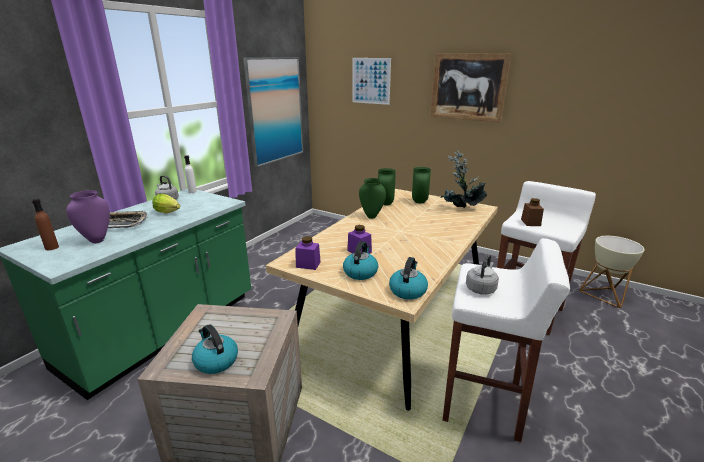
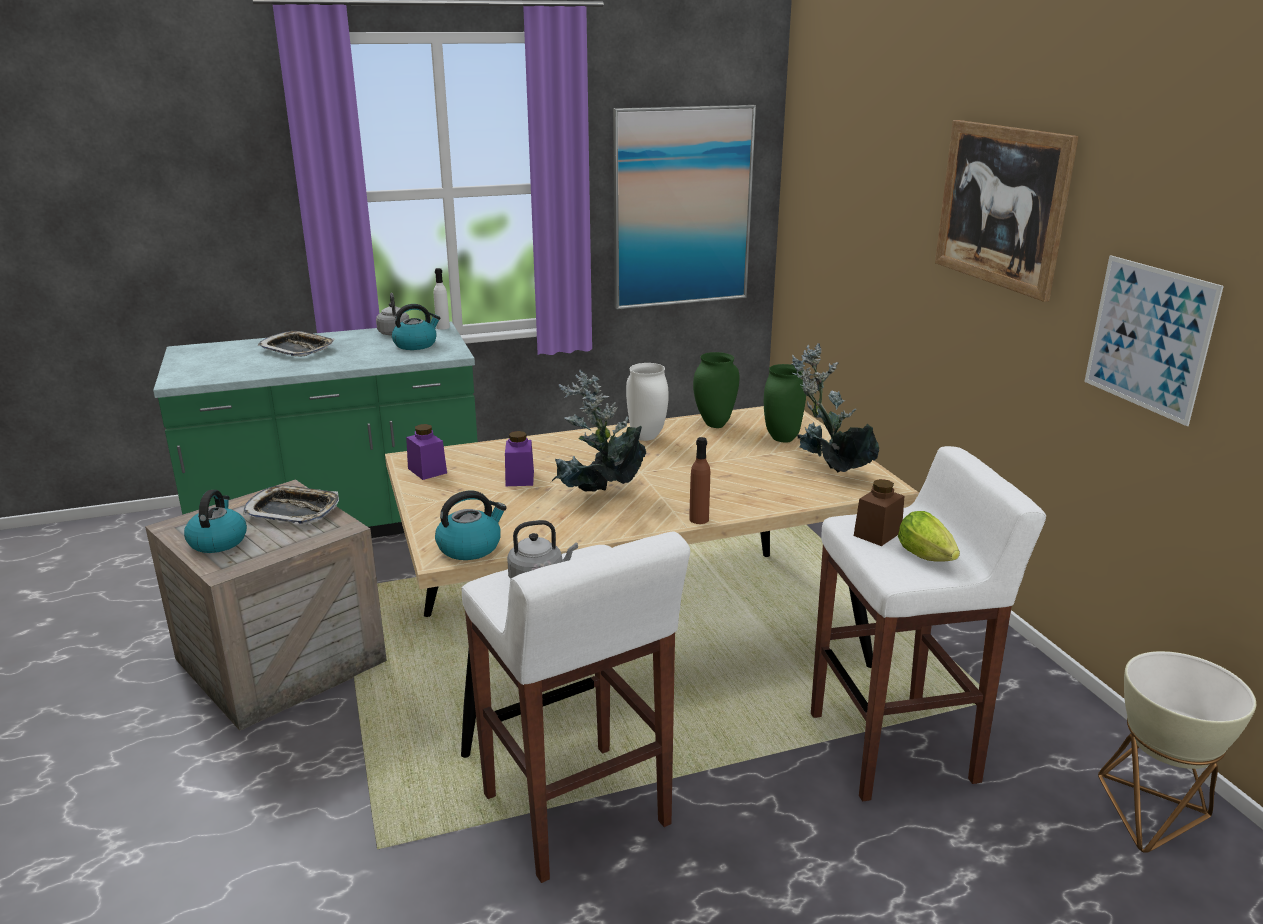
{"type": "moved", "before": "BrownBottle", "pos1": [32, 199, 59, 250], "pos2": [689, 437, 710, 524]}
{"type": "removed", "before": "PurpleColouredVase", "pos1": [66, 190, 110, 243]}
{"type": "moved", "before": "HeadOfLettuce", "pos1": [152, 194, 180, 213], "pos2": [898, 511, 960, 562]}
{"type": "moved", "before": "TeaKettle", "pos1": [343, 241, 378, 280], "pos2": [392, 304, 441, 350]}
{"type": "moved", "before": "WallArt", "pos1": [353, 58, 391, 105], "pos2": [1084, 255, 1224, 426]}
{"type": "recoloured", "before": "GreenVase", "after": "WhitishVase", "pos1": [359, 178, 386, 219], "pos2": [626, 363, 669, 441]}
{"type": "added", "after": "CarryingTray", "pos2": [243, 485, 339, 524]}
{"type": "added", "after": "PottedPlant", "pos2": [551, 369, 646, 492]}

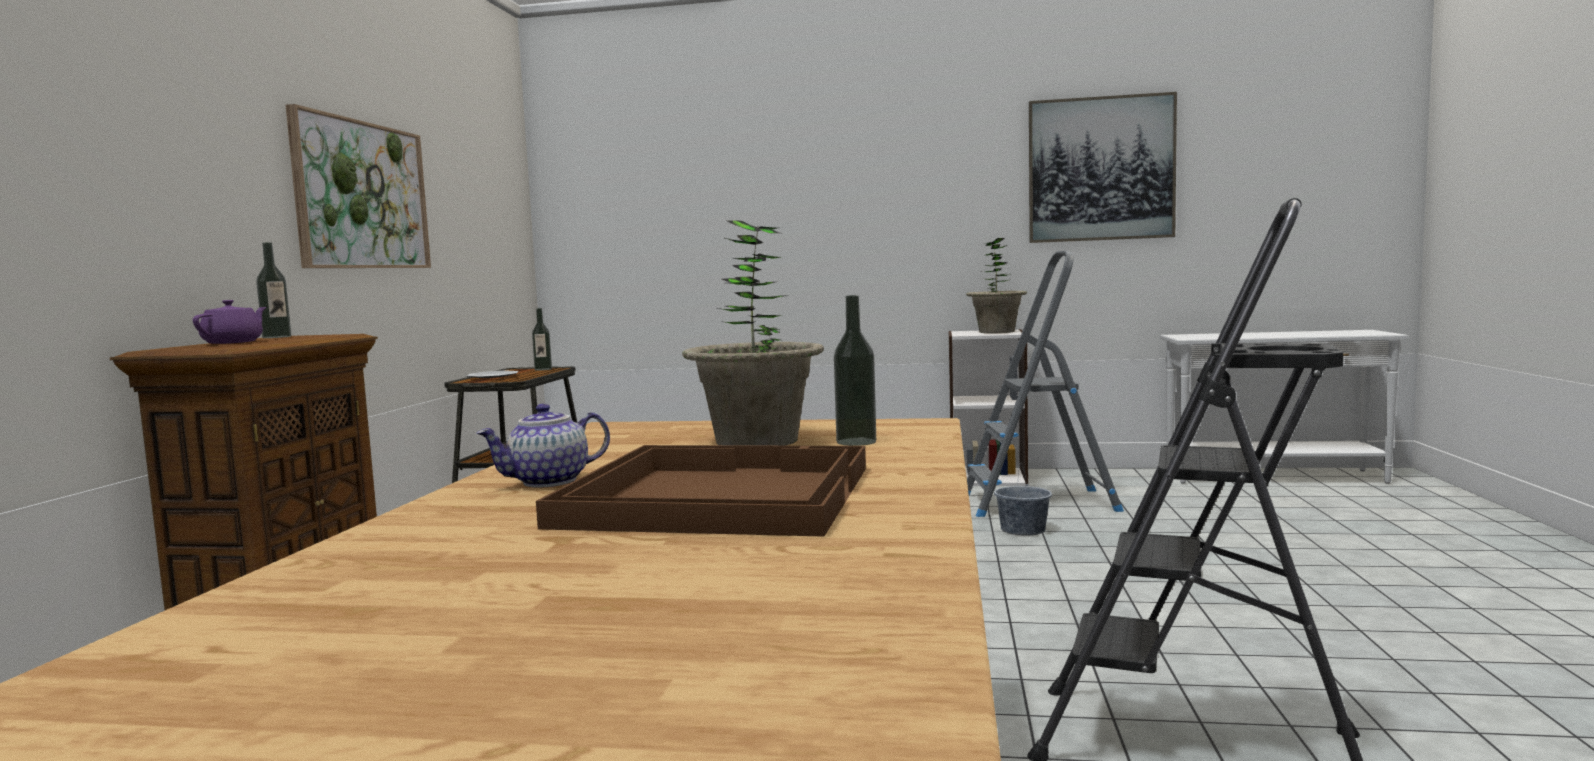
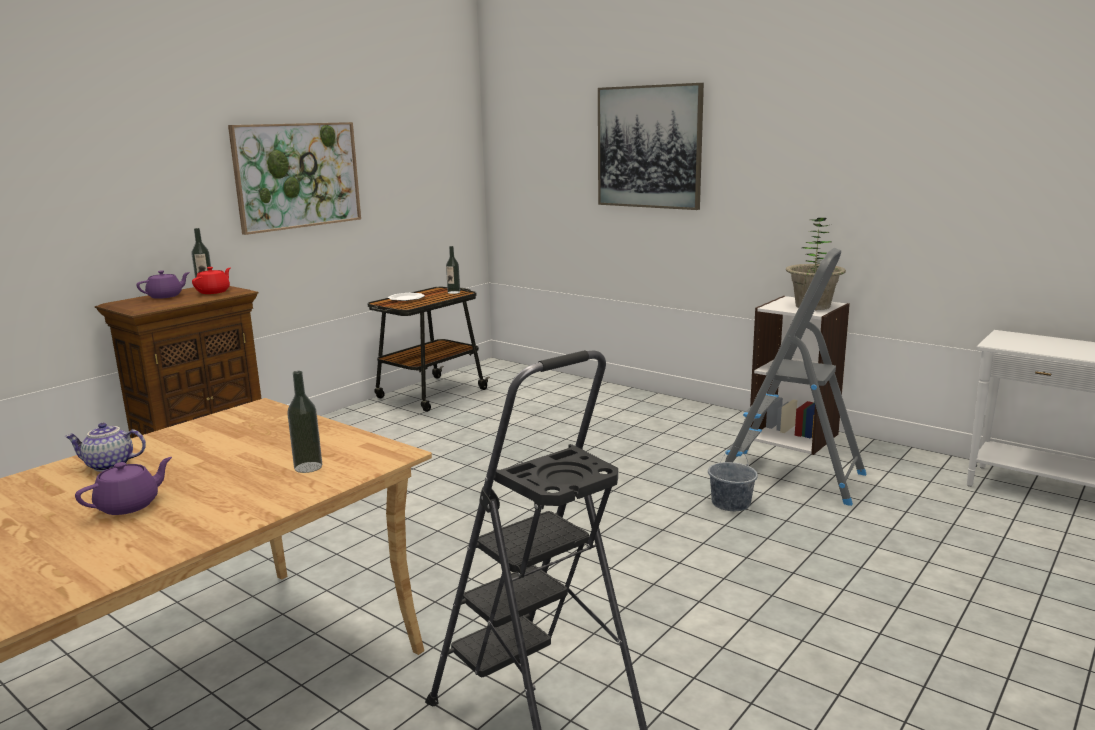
{"type": "replaced", "before": "BrownCarryingTray", "after": "PurpleColouredTeapot", "pos1": [536, 445, 866, 537], "pos2": [75, 457, 172, 515]}
{"type": "removed", "before": "PottedPlant", "pos1": [682, 220, 824, 446]}
{"type": "moved", "before": "WallArt", "pos1": [1029, 92, 1177, 243], "pos2": [598, 83, 704, 210]}
{"type": "added", "after": "ReddishTeapot", "pos2": [192, 267, 230, 294]}

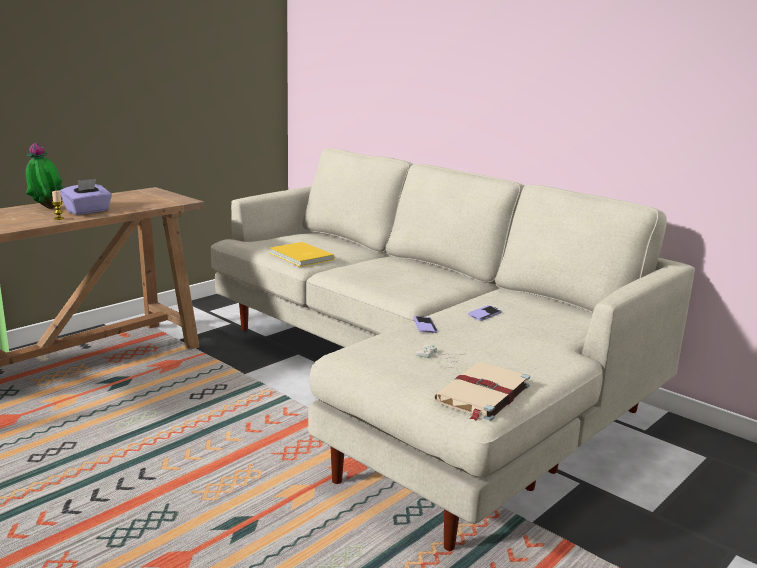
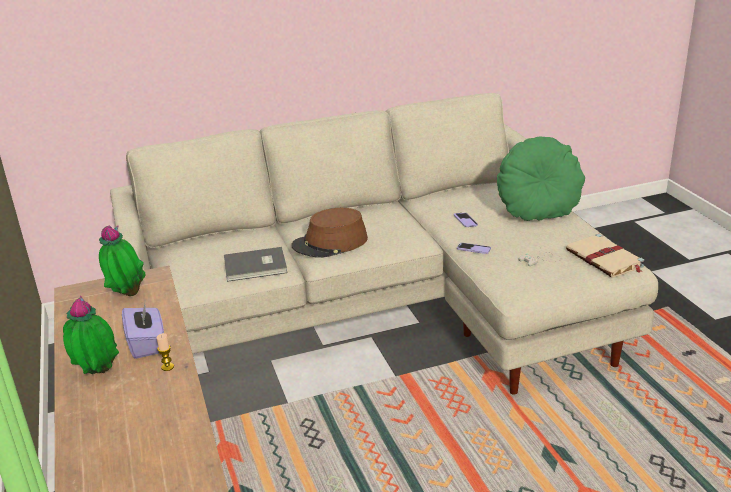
{"type": "recoloured", "before": "YellowishVolume", "after": "GreyishVolume", "pos1": [270, 242, 334, 267], "pos2": [224, 247, 287, 282]}
{"type": "added", "after": "PottedPlant", "pos2": [99, 225, 146, 296]}
{"type": "added", "after": "BrownClothingHat", "pos2": [292, 208, 368, 258]}
{"type": "added", "after": "GreenPillow", "pos2": [497, 137, 585, 221]}

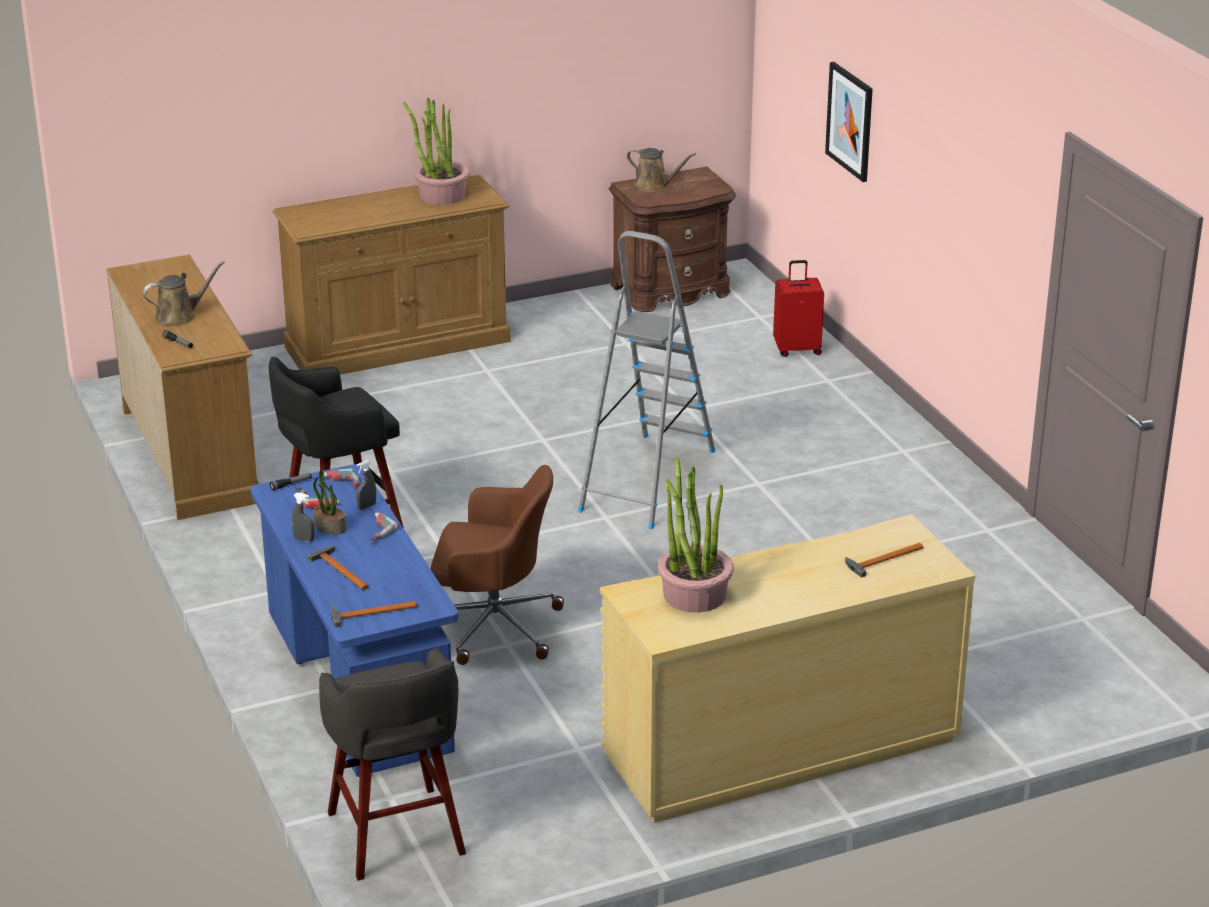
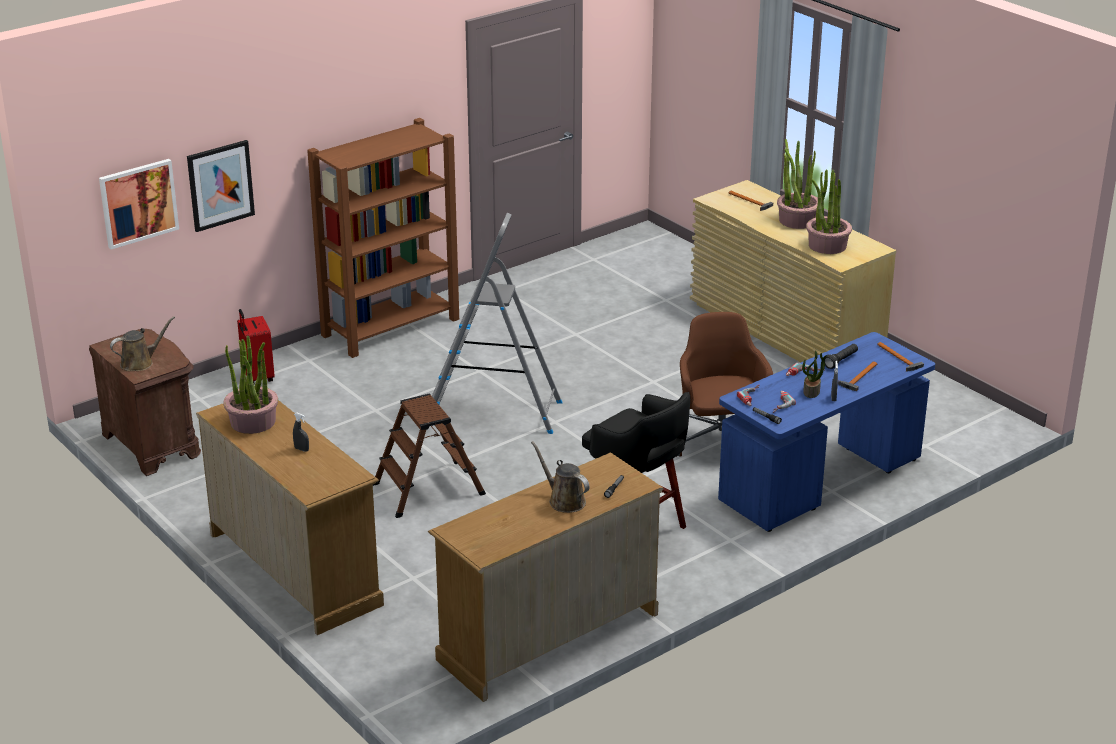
{"type": "removed", "before": "GreyishStool", "pos1": [319, 648, 466, 881]}
{"type": "moved", "before": "GreyishSprayBottle", "pos1": [356, 460, 376, 510], "pos2": [293, 413, 309, 452]}
{"type": "turned", "before": "BrownWateringPot", "pos1": [627, 148, 696, 192], "pos2": [110, 316, 175, 371], "turn": 45}
{"type": "added", "after": "WallArt", "pos2": [99, 159, 179, 249]}
{"type": "added", "after": "BrownShelvingUnit", "pos2": [307, 118, 459, 358]}
{"type": "added", "after": "BrownStepLadder", "pos2": [373, 393, 486, 518]}
{"type": "added", "after": "PottedPlant", "pos2": [777, 139, 818, 229]}
{"type": "added", "after": "BlackishFlashlight", "pos2": [824, 344, 858, 369]}

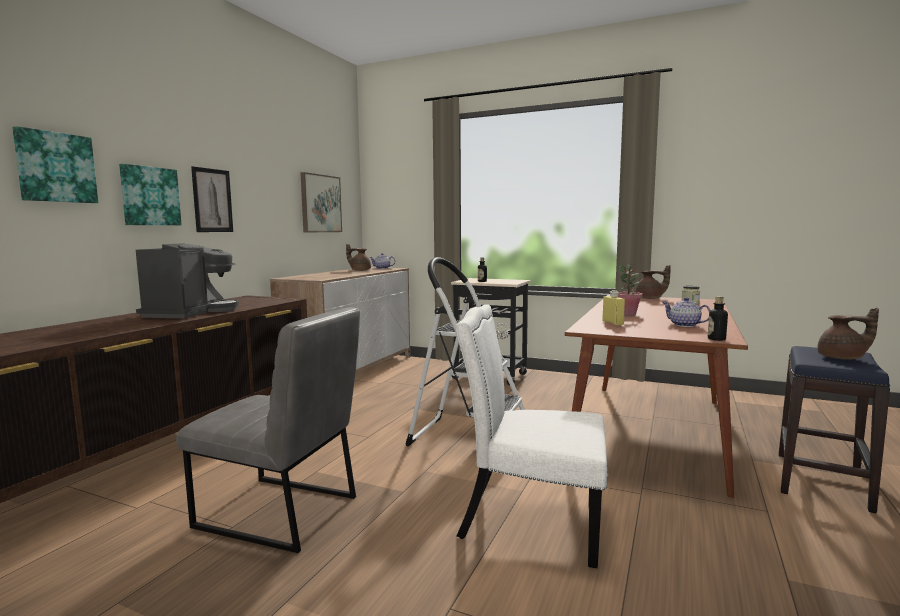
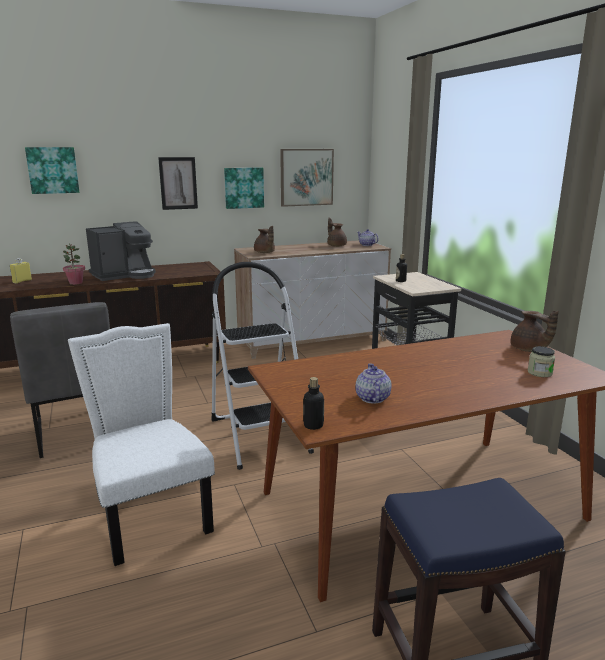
{"type": "moved", "before": "WallArt", "pos1": [119, 164, 182, 225], "pos2": [224, 167, 264, 209]}
{"type": "moved", "before": "YellowishBottle", "pos1": [602, 290, 625, 325], "pos2": [10, 258, 32, 283]}
{"type": "moved", "before": "PottedPlant", "pos1": [618, 264, 643, 315], "pos2": [63, 244, 85, 285]}
{"type": "moved", "before": "BrownTeapot", "pos1": [817, 308, 879, 360], "pos2": [254, 226, 275, 253]}

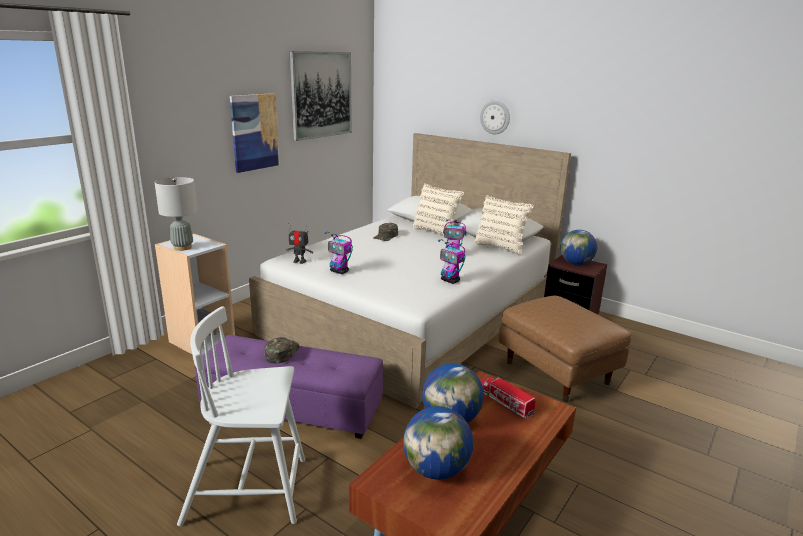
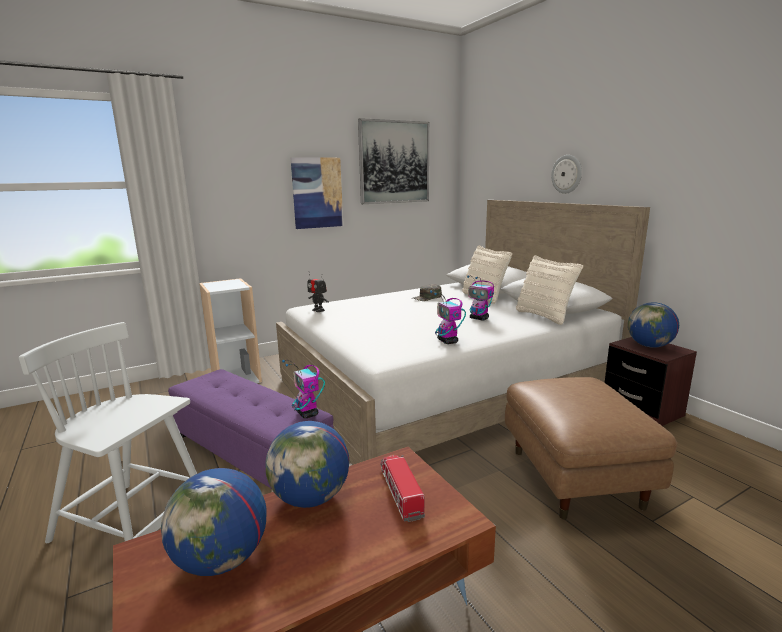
{"type": "removed", "before": "GreyishTableLamp", "pos1": [155, 177, 198, 251]}
{"type": "removed", "before": "GreenPeakedCap", "pos1": [264, 337, 300, 364]}
{"type": "moved", "before": "ModelRobot", "pos1": [324, 232, 353, 274], "pos2": [282, 360, 325, 418]}

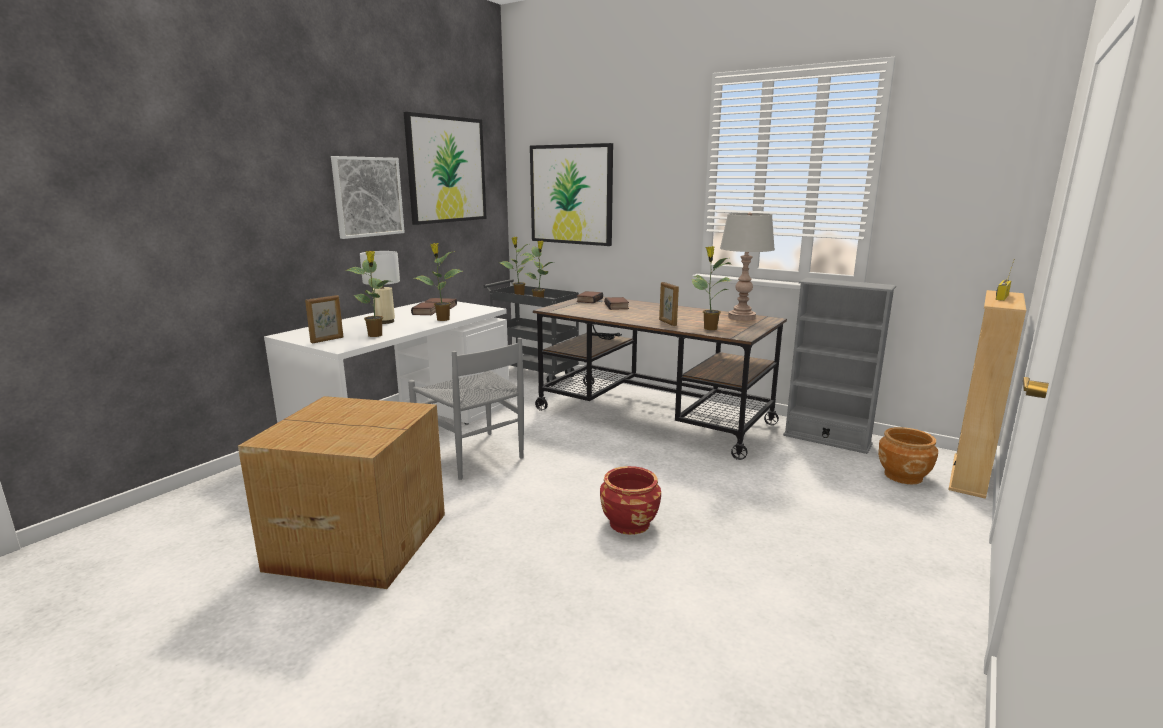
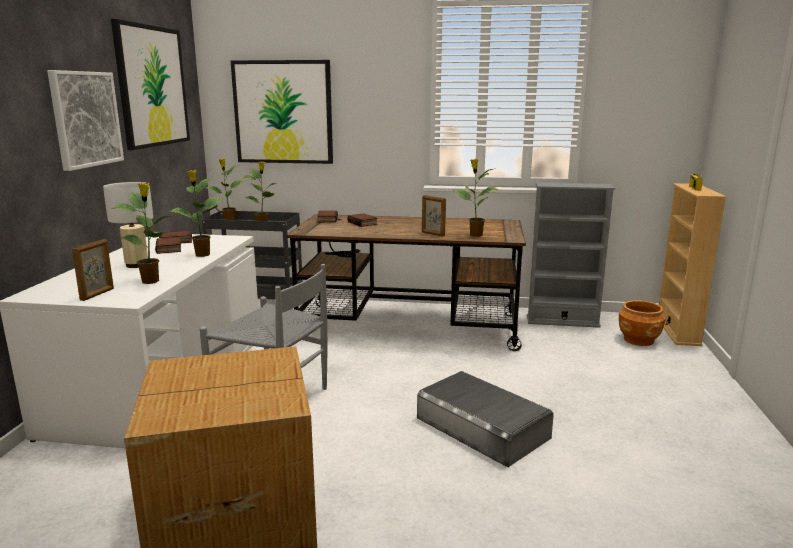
{"type": "replaced", "before": "ReddishPlanter", "after": "GreyishStorageBox", "pos1": [600, 466, 661, 535], "pos2": [417, 371, 554, 467]}
{"type": "removed", "before": "GreyishTableLamp", "pos1": [720, 212, 775, 321]}

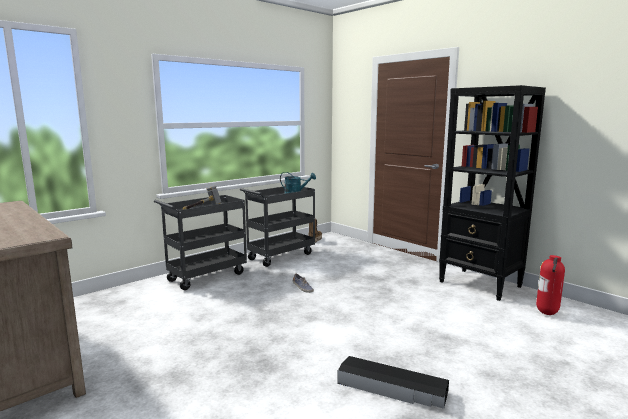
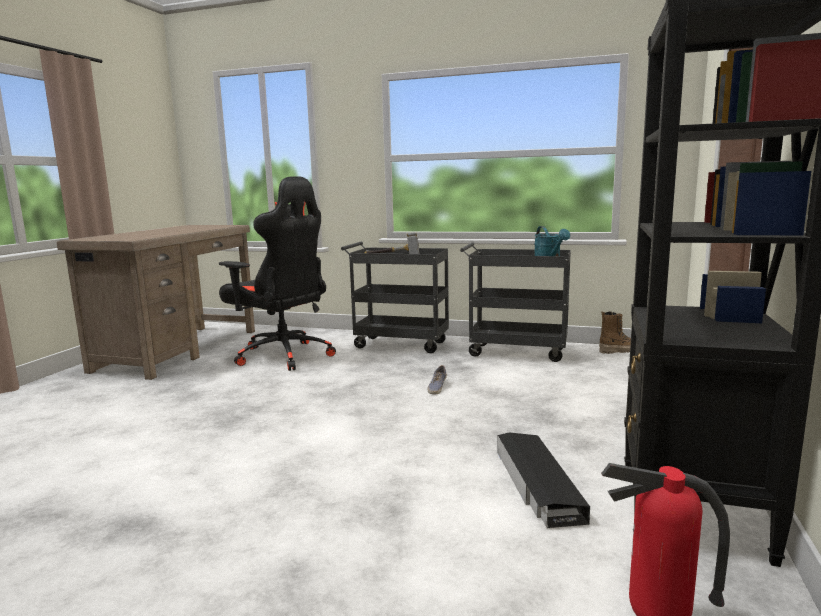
{"type": "moved", "before": "BlackishStorageBox", "pos1": [337, 356, 449, 409], "pos2": [497, 433, 590, 528]}
{"type": "added", "after": "BlackishDeskChair", "pos2": [219, 176, 336, 371]}

